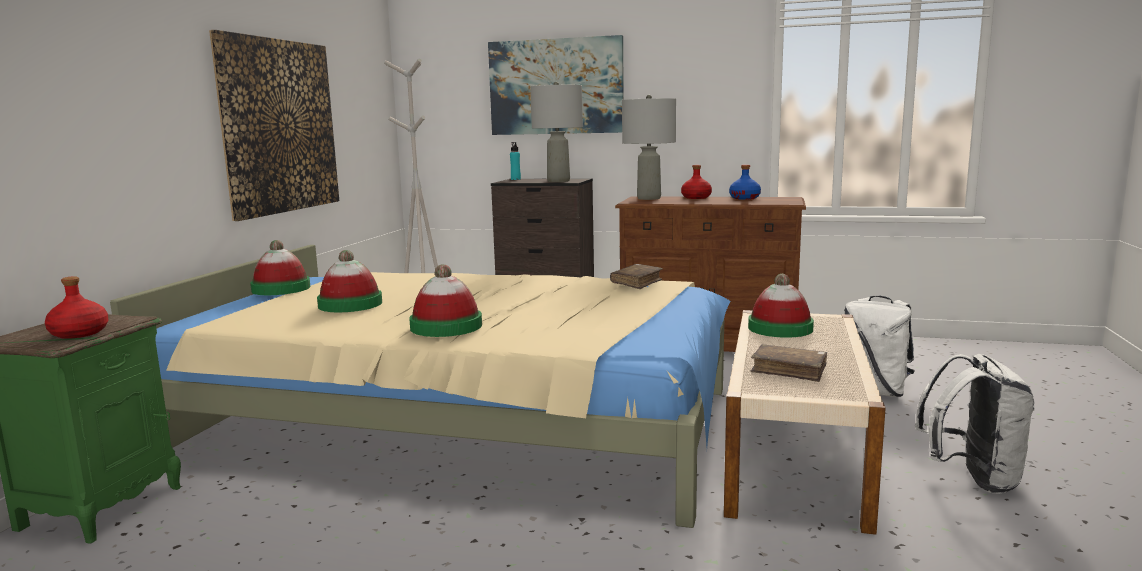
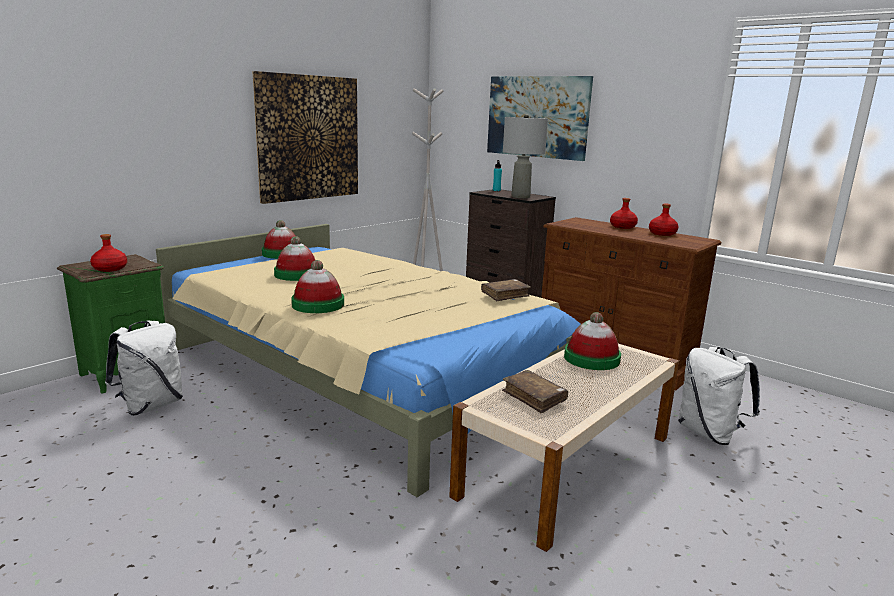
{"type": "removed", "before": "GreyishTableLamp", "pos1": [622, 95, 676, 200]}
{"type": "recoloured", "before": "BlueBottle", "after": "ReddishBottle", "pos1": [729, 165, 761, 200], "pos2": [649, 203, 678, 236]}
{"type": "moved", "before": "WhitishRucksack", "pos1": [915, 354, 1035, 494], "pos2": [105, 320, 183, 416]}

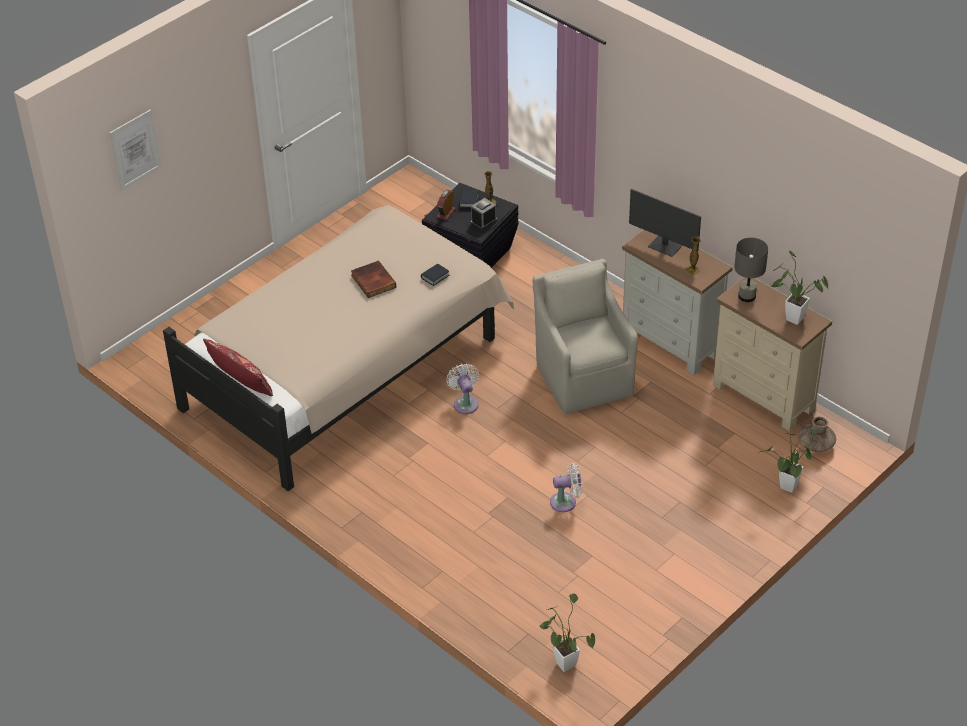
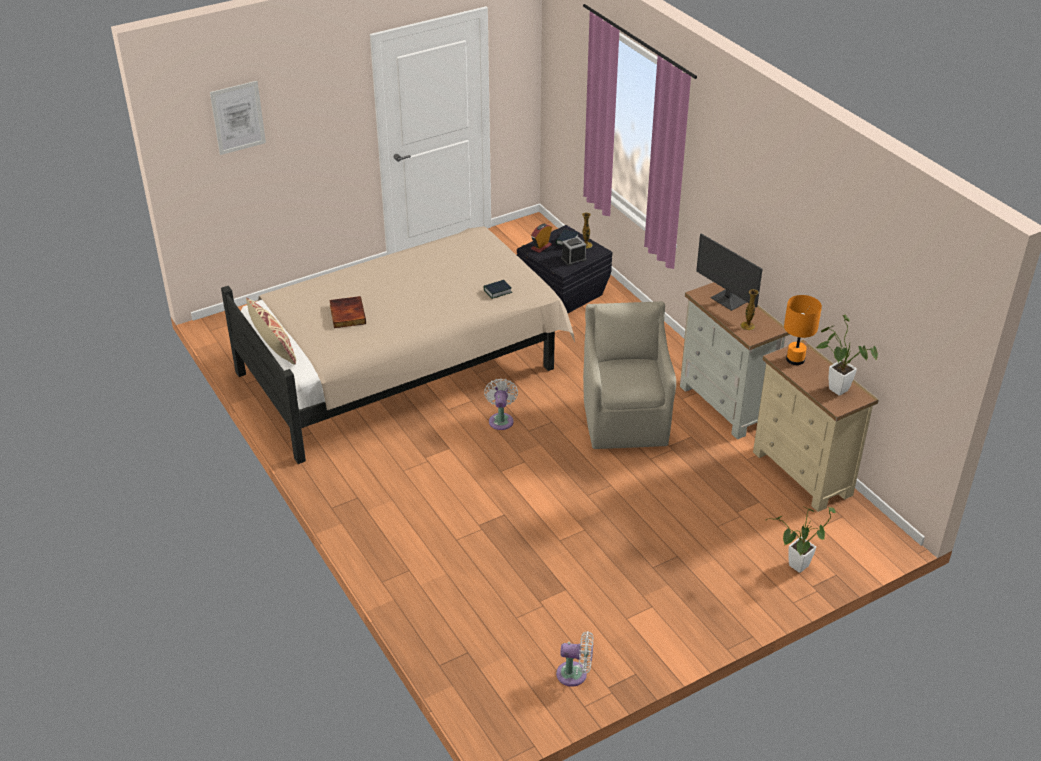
{"type": "recoloured", "before": "ReddishPillow", "after": "BeigePillow", "pos1": [203, 338, 273, 396], "pos2": [246, 298, 296, 365]}
{"type": "moved", "before": "Volume", "pos1": [351, 261, 396, 298], "pos2": [329, 296, 366, 328]}
{"type": "removed", "before": "PottedPlant", "pos1": [539, 593, 595, 672]}
{"type": "moved", "before": "WhitishFan", "pos1": [550, 463, 582, 512], "pos2": [556, 631, 593, 686]}
{"type": "recoloured", "before": "GreyishTableLamp", "after": "OrangeTableLamp", "pos1": [734, 237, 768, 302], "pos2": [784, 295, 822, 365]}
{"type": "removed", "before": "BrownVase", "pos1": [798, 416, 836, 452]}

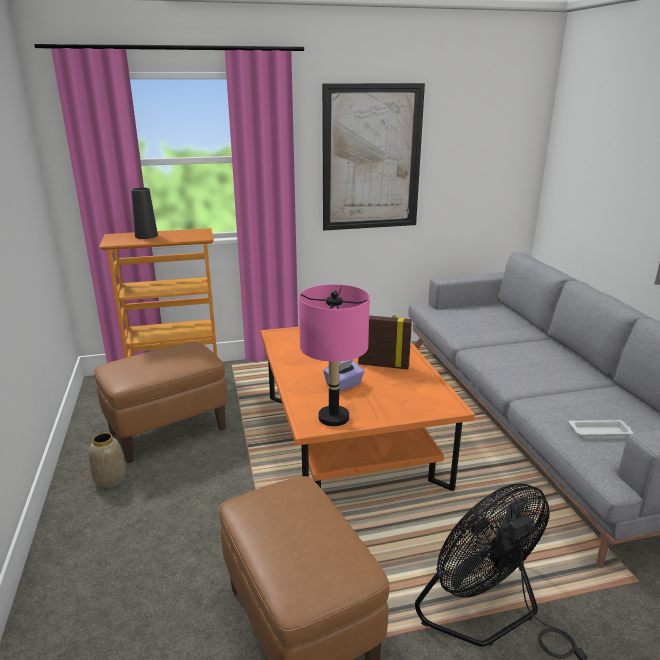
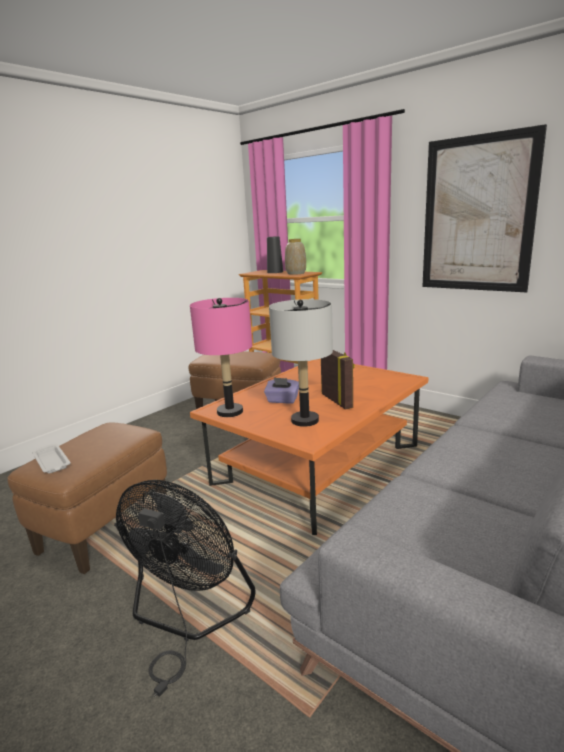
{"type": "moved", "before": "Vase", "pos1": [89, 432, 126, 488], "pos2": [285, 239, 306, 275]}
{"type": "moved", "before": "WhitishCarryingTray", "pos1": [569, 420, 633, 437], "pos2": [32, 443, 70, 474]}
{"type": "added", "after": "GreyishTableLamp", "pos2": [269, 299, 333, 427]}

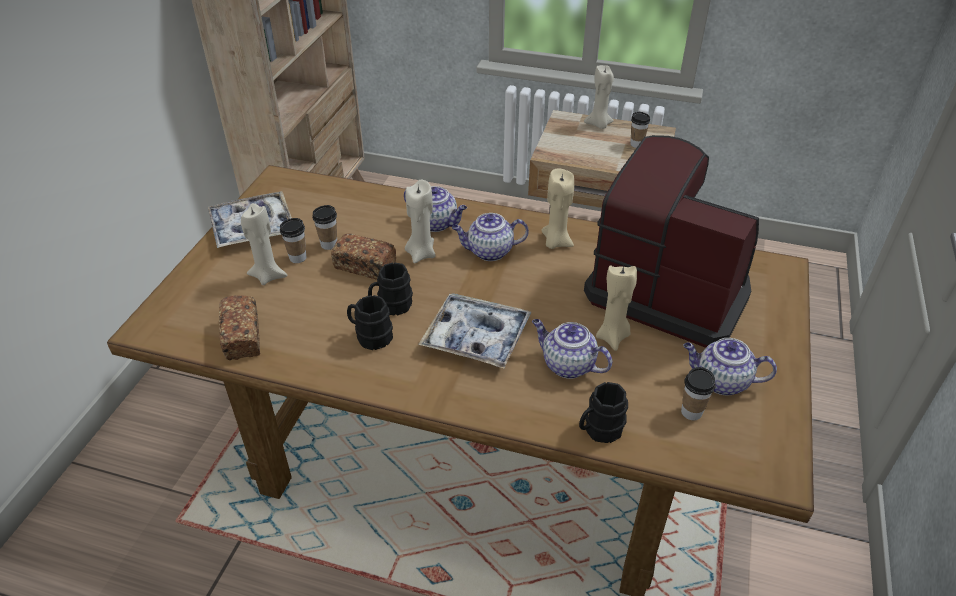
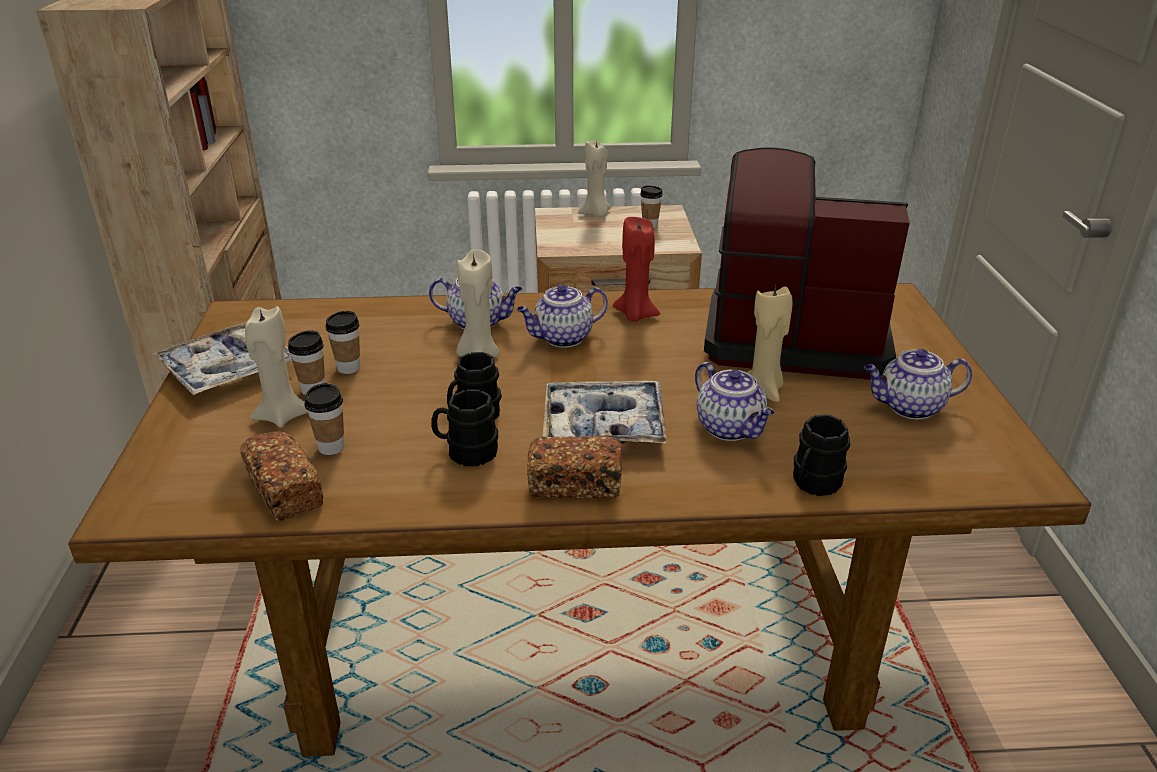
{"type": "moved", "before": "BakeryBread", "pos1": [331, 233, 396, 280], "pos2": [527, 436, 622, 499]}
{"type": "turned", "before": "Teapot", "pos1": [532, 319, 612, 379], "pos2": [695, 362, 774, 441], "turn": -135}
{"type": "recoloured", "before": "BeigeCandle", "after": "ReddishCandle", "pos1": [541, 168, 574, 249], "pos2": [613, 217, 660, 322]}
{"type": "moved", "before": "DrinkingCup", "pos1": [681, 367, 716, 420], "pos2": [304, 383, 345, 455]}

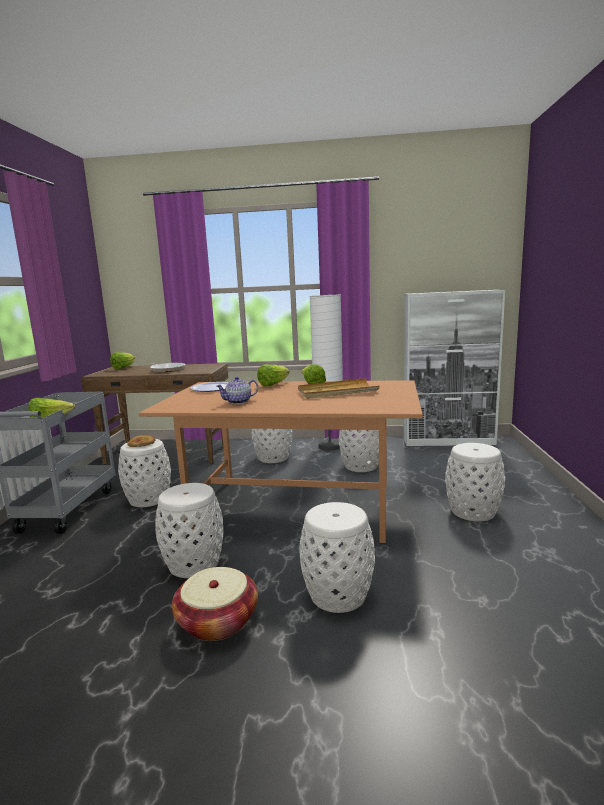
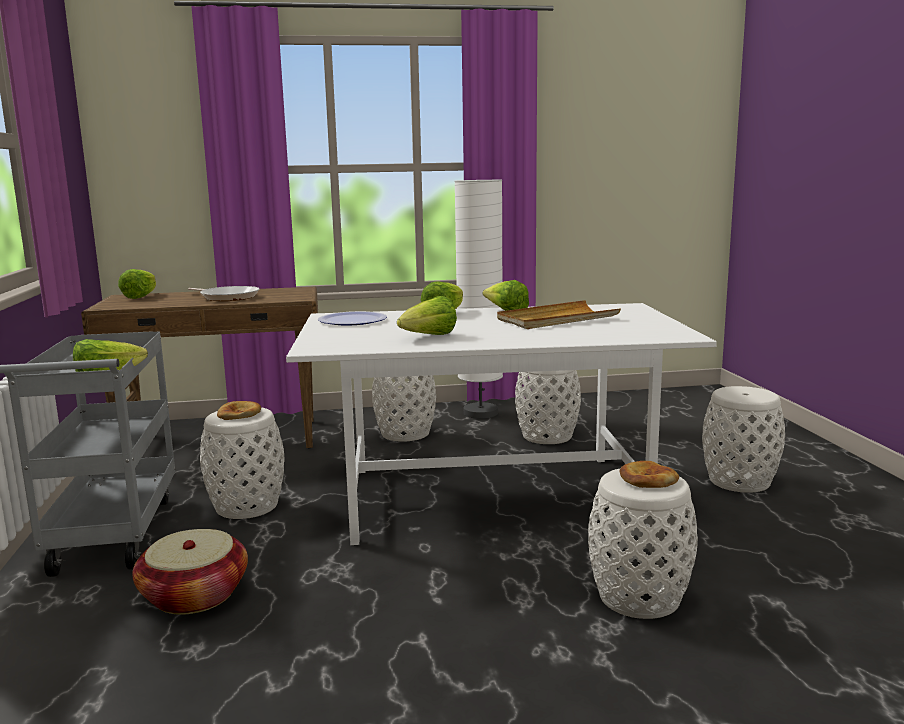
{"type": "recoloured", "before": "BrownKitchenTable", "after": "WhitishKitchenTable", "pos1": [139, 380, 423, 543], "pos2": [286, 303, 717, 545]}
{"type": "removed", "before": "WhitishStool", "pos1": [155, 483, 224, 578]}
{"type": "moved", "before": "StorageBasket", "pos1": [172, 567, 258, 641], "pos2": [132, 529, 248, 615]}
{"type": "replaced", "before": "Teapot", "after": "HeadOfLettuce", "pos1": [216, 377, 258, 404], "pos2": [397, 296, 457, 335]}
{"type": "removed", "before": "WhitishCabinet", "pos1": [403, 290, 505, 446]}
{"type": "added", "after": "BakeryBread", "pos2": [619, 461, 679, 488]}

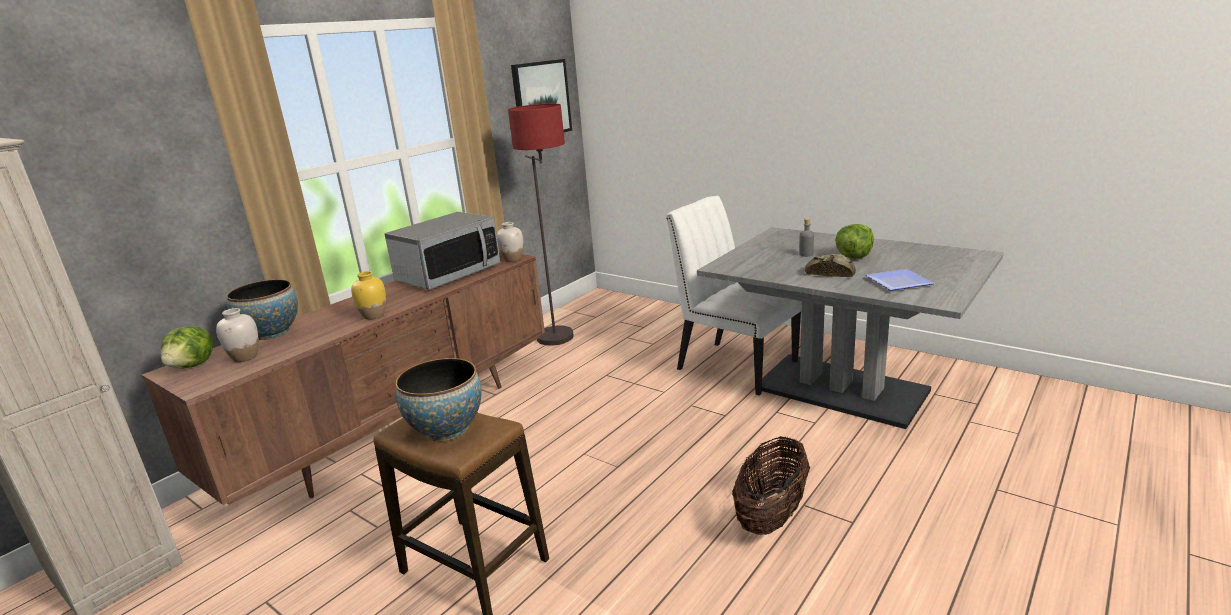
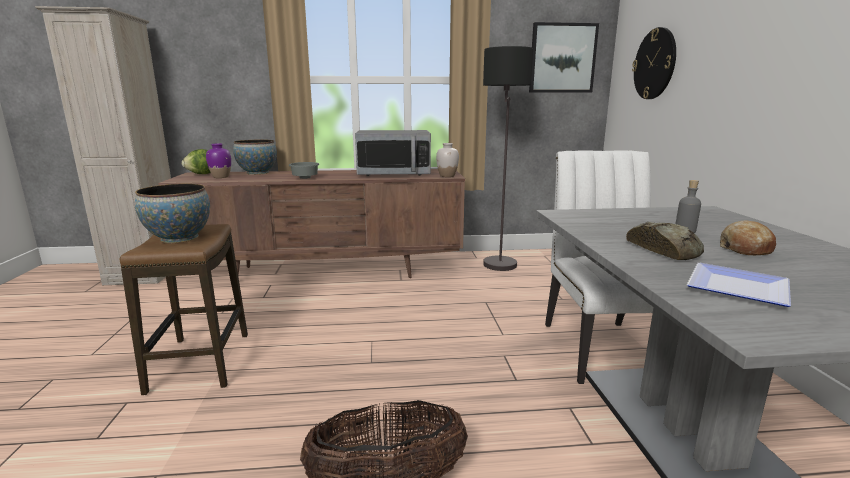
{"type": "recoloured", "before": "WhitishVase", "after": "PurpleColouredVase", "pos1": [216, 308, 259, 362], "pos2": [206, 143, 231, 178]}
{"type": "replaced", "before": "YellowishVase", "after": "GreyishServingBowl", "pos1": [351, 271, 386, 320], "pos2": [289, 162, 320, 179]}
{"type": "recoloured", "before": "ReddishStandingLamp", "after": "BlackishStandingLamp", "pos1": [508, 104, 574, 346], "pos2": [483, 46, 533, 271]}
{"type": "replaced", "before": "HeadOfLettuce", "after": "BakeryBread", "pos1": [835, 224, 874, 259], "pos2": [720, 221, 776, 255]}
{"type": "added", "after": "WallClock", "pos2": [632, 27, 676, 99]}

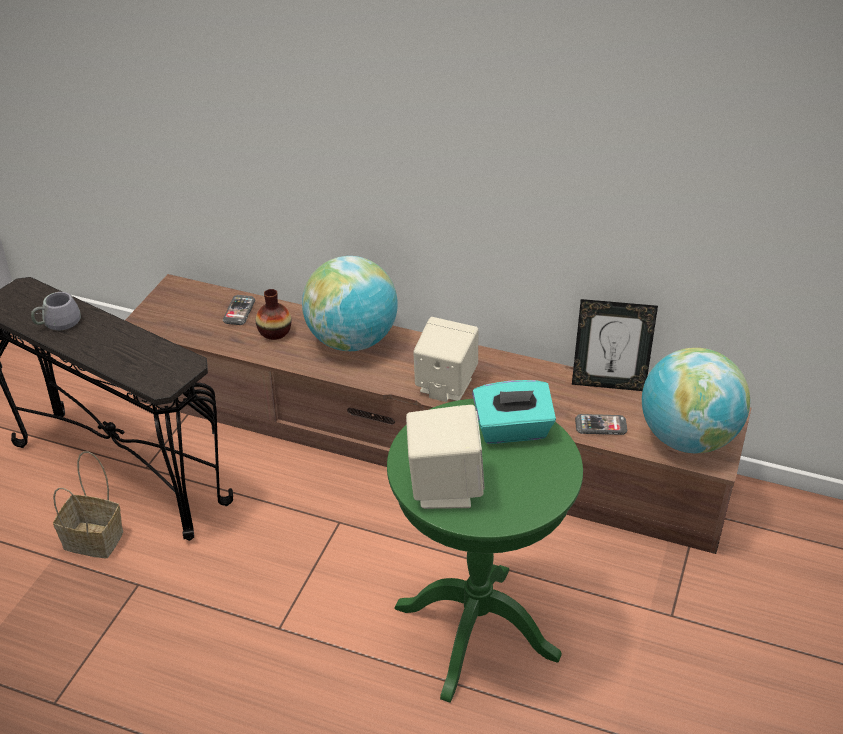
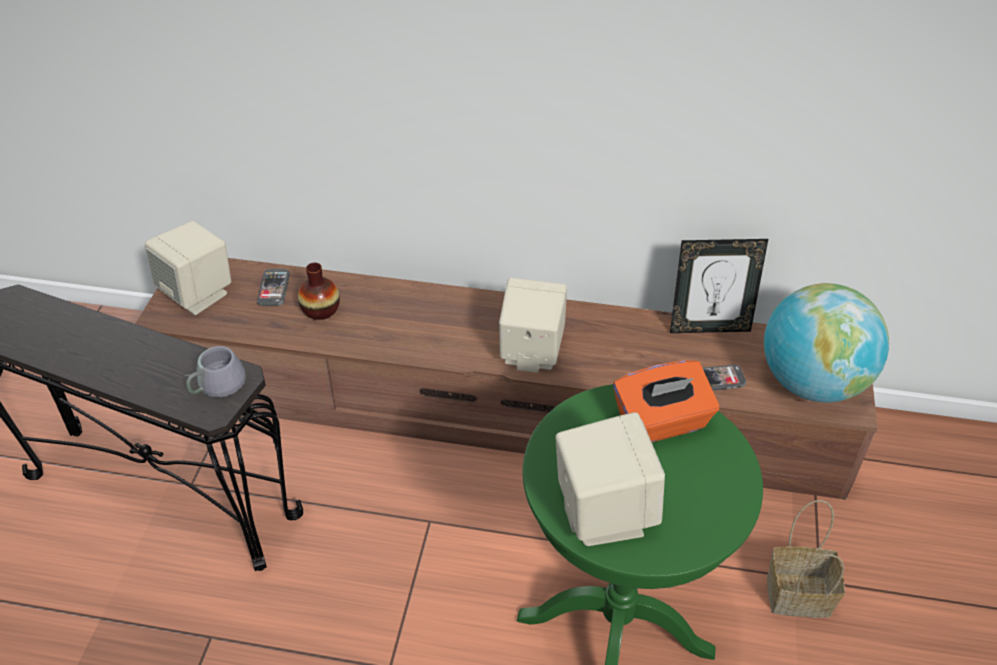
{"type": "moved", "before": "GreyishMug", "pos1": [31, 292, 81, 330], "pos2": [185, 346, 246, 398]}
{"type": "moved", "before": "StorageBasket", "pos1": [53, 451, 123, 559], "pos2": [767, 500, 845, 618]}
{"type": "removed", "before": "Globe", "pos1": [302, 256, 398, 351]}
{"type": "recoloured", "before": "BlueGreenTissueBox", "after": "OrangeTissueBox", "pos1": [472, 380, 556, 444], "pos2": [613, 360, 720, 442]}
{"type": "added", "after": "BeigeSpeaker", "pos2": [145, 221, 231, 315]}

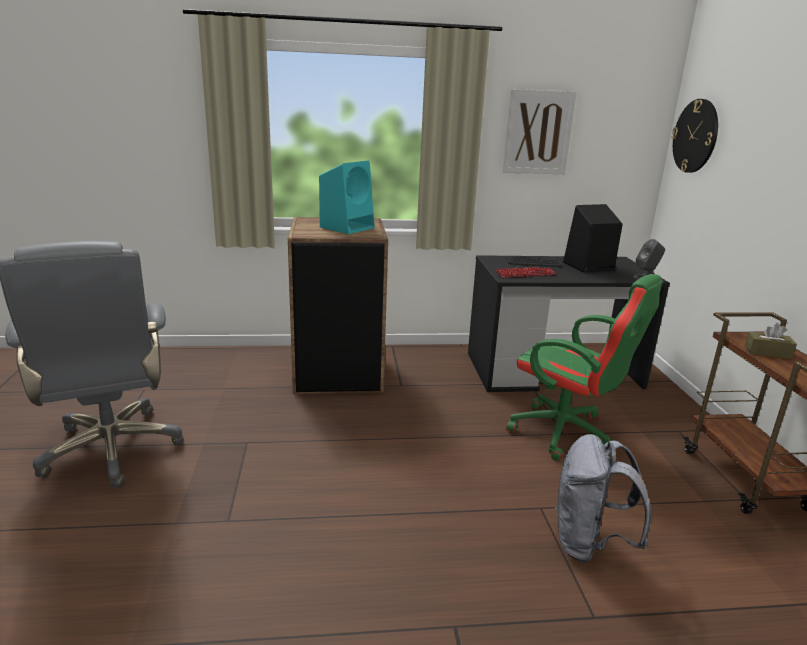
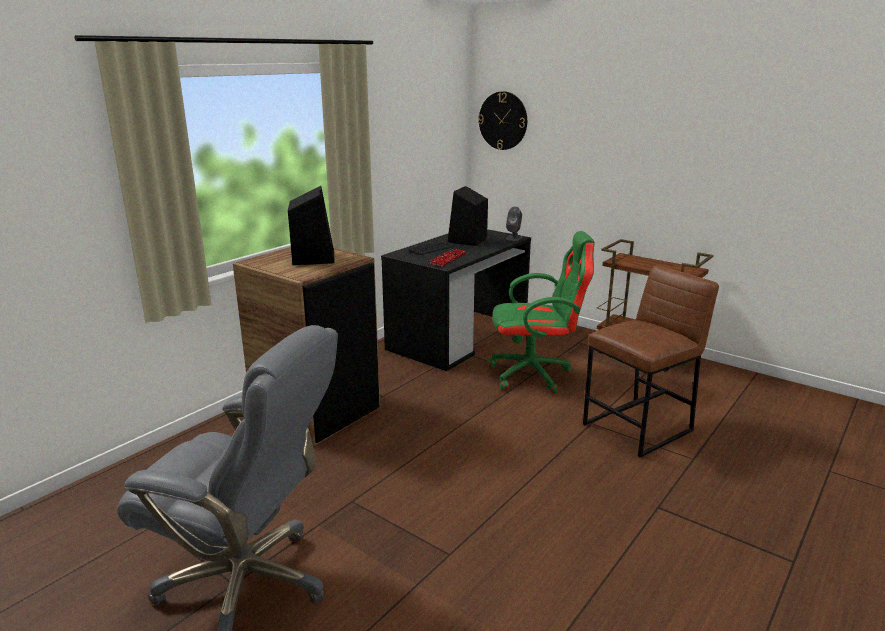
{"type": "recoloured", "before": "BlueGreenSpeaker", "after": "BlackishSpeaker", "pos1": [319, 161, 375, 234], "pos2": [288, 186, 335, 265]}
{"type": "removed", "before": "WallArt", "pos1": [502, 89, 577, 174]}
{"type": "replaced", "before": "GreyishRucksack", "after": "BrownUprightChair", "pos1": [555, 434, 651, 562], "pos2": [583, 265, 719, 457]}
{"type": "removed", "before": "BrownTissueBox", "pos1": [744, 323, 797, 359]}

